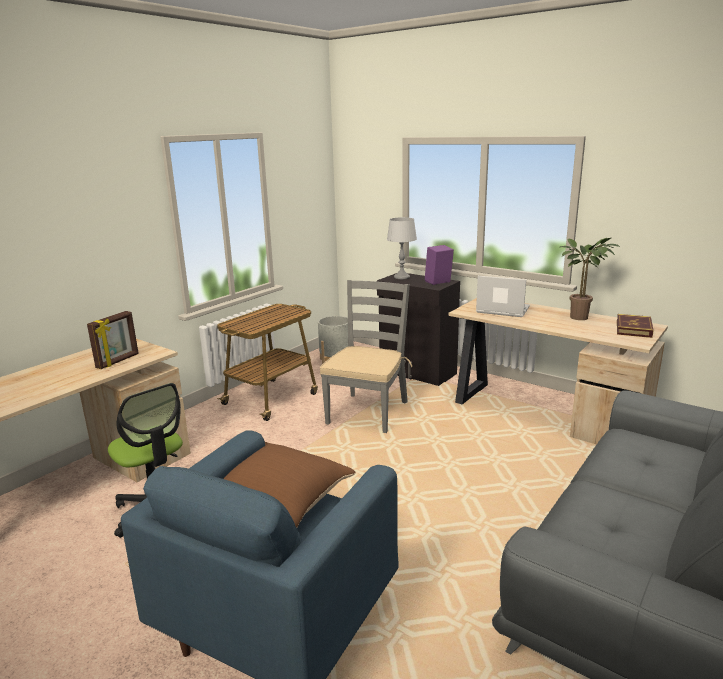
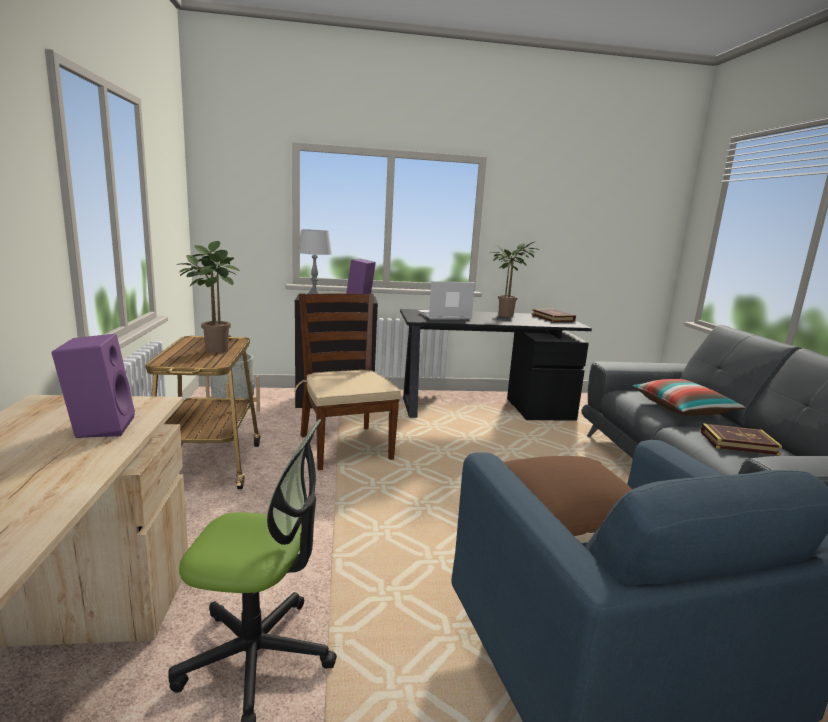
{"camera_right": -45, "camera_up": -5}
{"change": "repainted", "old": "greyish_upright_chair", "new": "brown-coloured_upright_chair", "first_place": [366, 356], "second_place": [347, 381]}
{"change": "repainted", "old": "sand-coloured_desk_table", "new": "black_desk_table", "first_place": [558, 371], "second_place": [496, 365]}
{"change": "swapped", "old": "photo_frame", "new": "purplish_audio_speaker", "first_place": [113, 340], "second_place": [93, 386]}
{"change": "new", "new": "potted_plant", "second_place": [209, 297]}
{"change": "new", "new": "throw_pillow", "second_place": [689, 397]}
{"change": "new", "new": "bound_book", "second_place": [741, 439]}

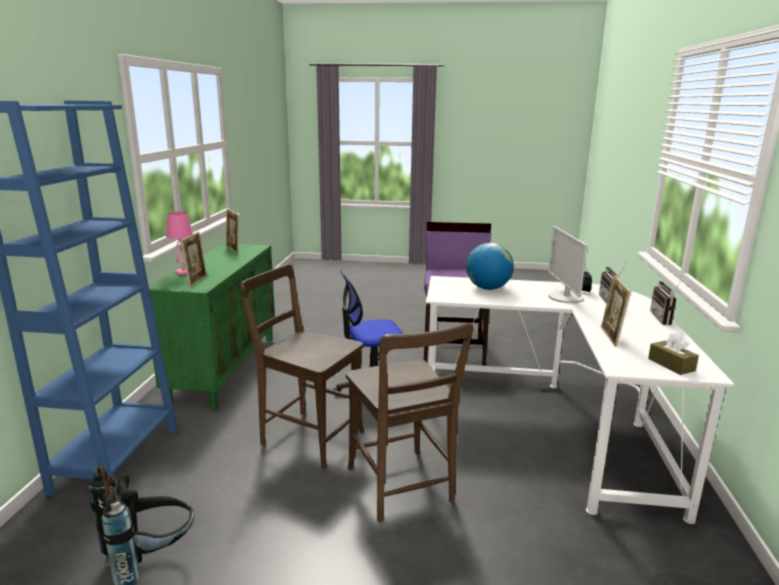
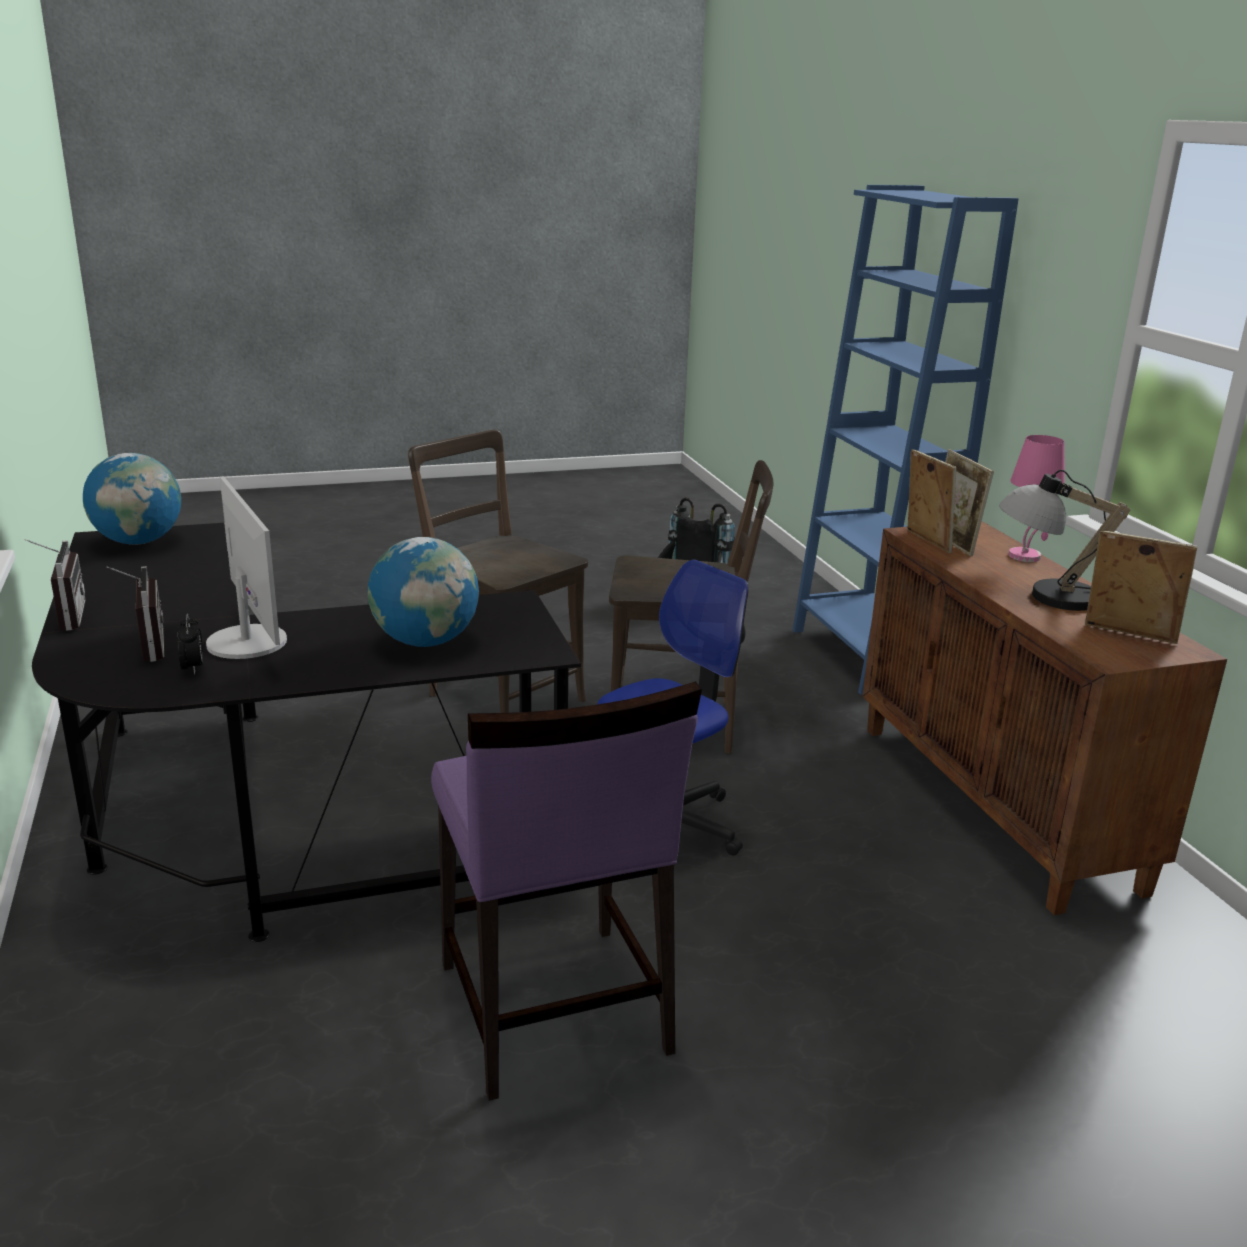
{"camera_right": 155, "camera_up": 5}
{"change": "repainted", "old": "green_storage_cabinet", "new": "brown-coloured_storage_cabinet", "first_place": [212, 326], "second_place": [1044, 718]}
{"change": "shifted", "old": "photo_frame", "first_place": [616, 311], "second_place": [932, 501]}
{"change": "repainted", "old": "whitish_desk_table", "new": "black_desk_table", "first_place": [580, 400], "second_place": [306, 732]}
{"change": "swapped", "old": "brown-coloured_box_of_tissues", "new": "globe", "first_place": [673, 354], "second_place": [132, 499]}
{"change": "new", "new": "lamp_for_a_table", "second_place": [1064, 540]}

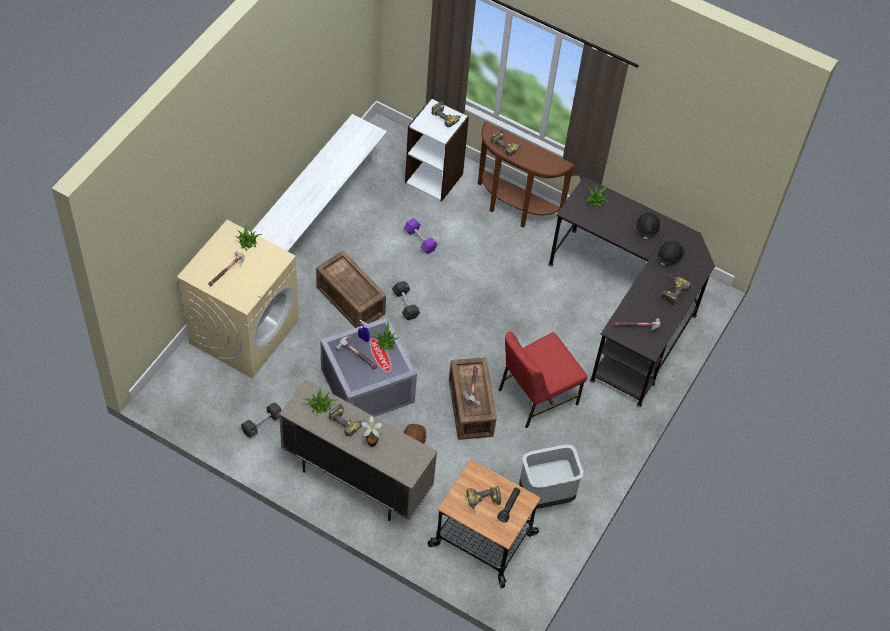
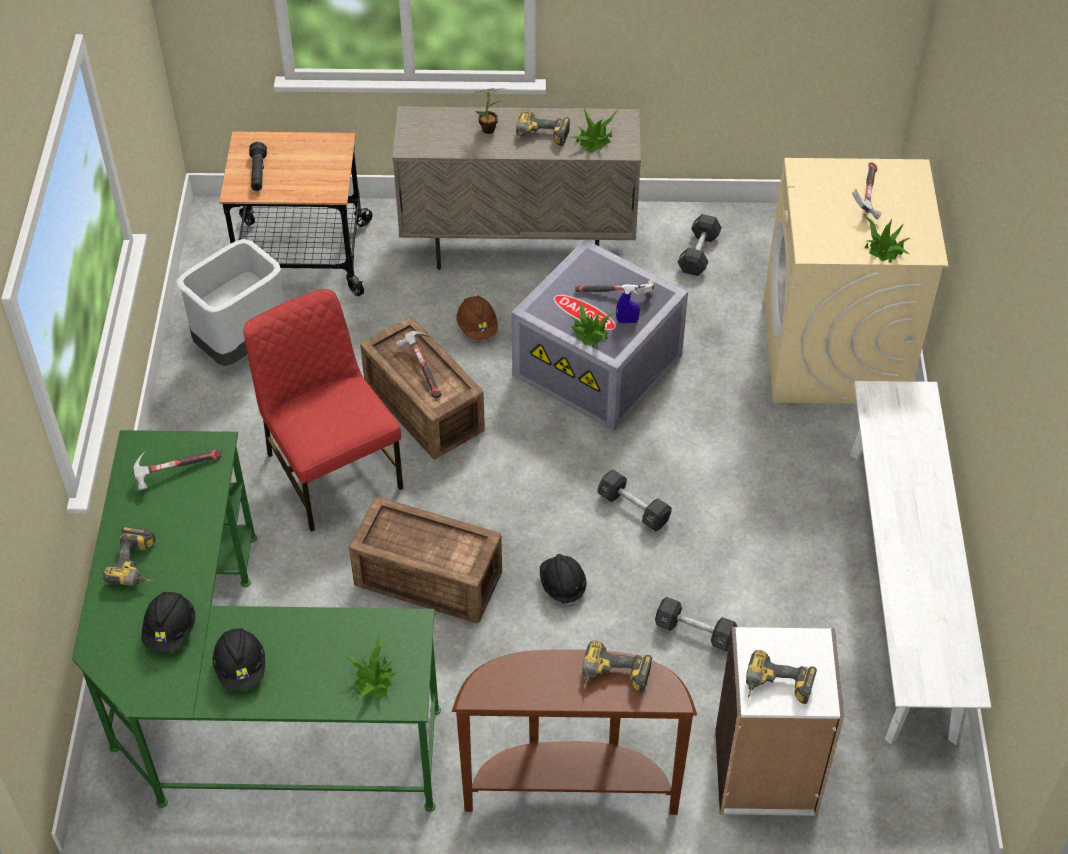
{"camera_right": 155, "camera_up": -5}
{"change": "repainted", "old": "black_desk_table", "new": "green_desk_table", "first_place": [631, 292], "second_place": [256, 621]}
{"change": "repainted", "old": "purplish_free_weight", "new": "black_free_weight", "first_place": [421, 236], "second_place": [696, 624]}
{"change": "shifted", "old": "crate", "first_place": [351, 289], "second_place": [425, 560]}
{"change": "rotated", "old": "reddish_upright_chair", "first_place": [543, 380], "second_place": [323, 410], "degrees": -60}
{"change": "gone", "old": "electric_drill", "first_place": [483, 499]}
{"change": "new", "new": "black_work_helmet", "second_place": [563, 580]}

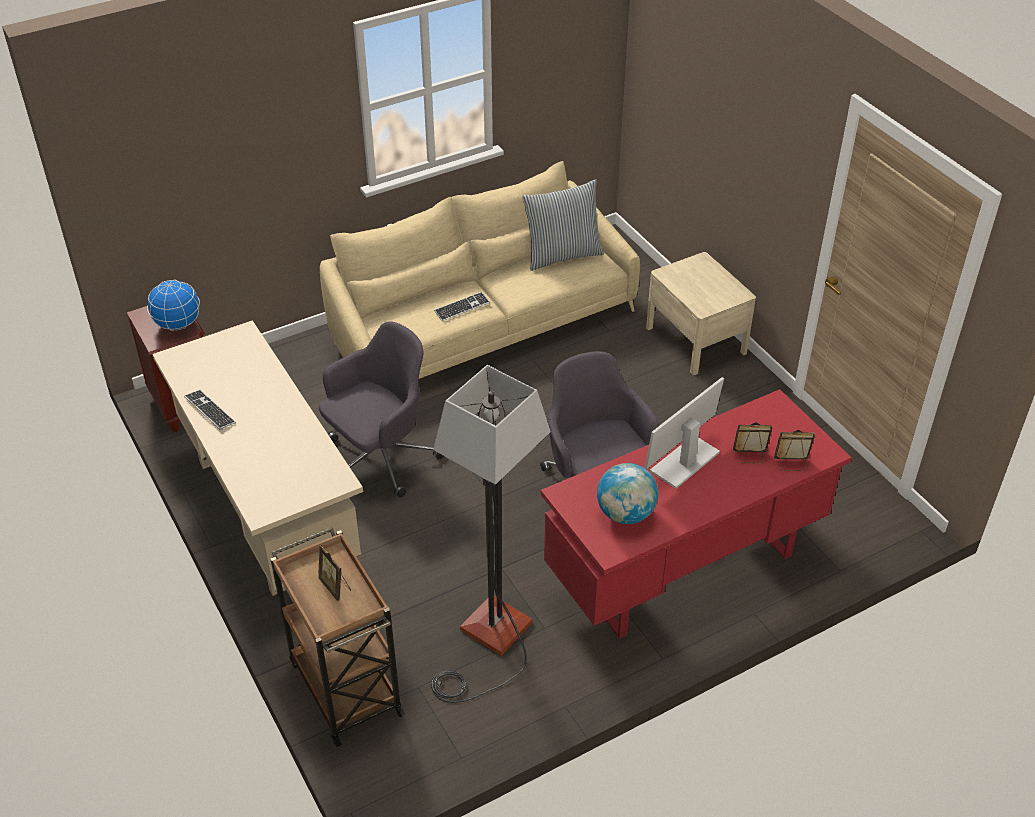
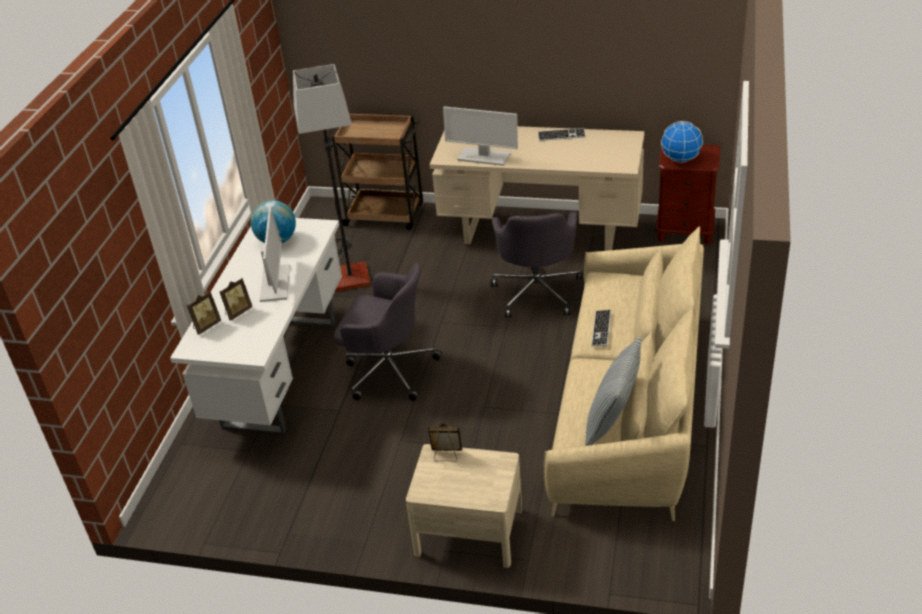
{"camera_right": 135, "camera_up": -5}
{"change": "repainted", "old": "reddish_desk_table", "new": "whitish_desk_table", "first_place": [696, 514], "second_place": [256, 326]}
{"change": "shifted", "old": "photo_frame", "first_place": [334, 573], "second_place": [445, 443]}
{"change": "new", "new": "computer_display", "second_place": [480, 136]}

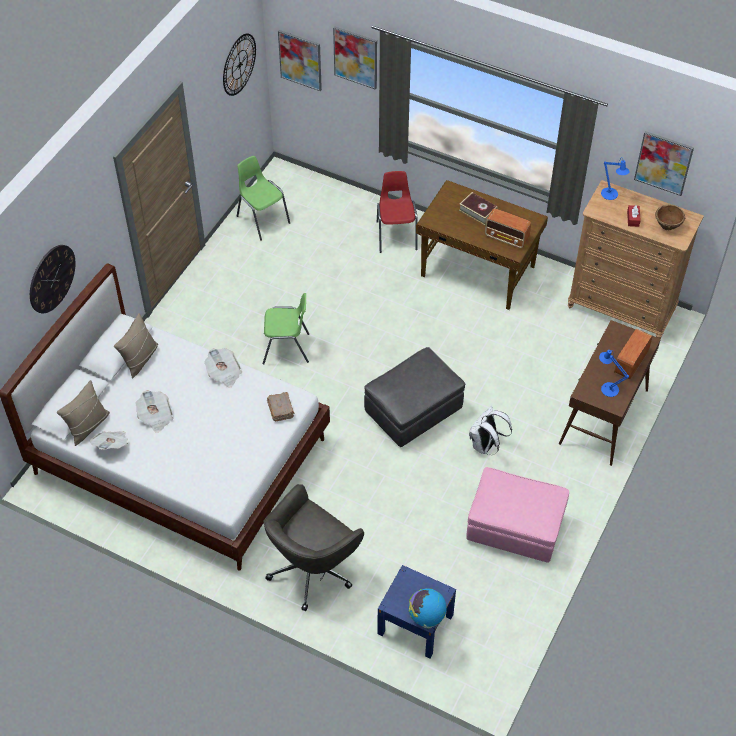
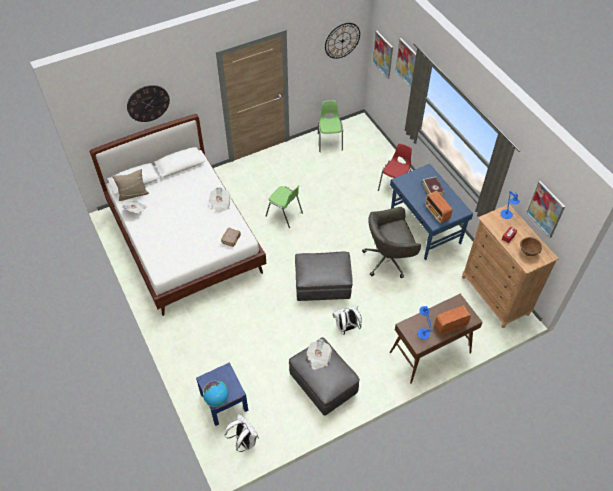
{"camera_right": 35, "camera_up": 0}
{"change": "repainted", "old": "brown-coloured_desk_table", "new": "blue-coloured_desk_table", "first_place": [482, 245], "second_place": [431, 212]}
{"change": "gone", "old": "sand-coloured_throw_pillow", "first_place": [136, 345]}
{"change": "shifted", "old": "newspaper", "first_place": [154, 411], "second_place": [319, 354]}
{"change": "repainted", "old": "pink-coloured_ottoman", "new": "greyish_ottoman", "first_place": [517, 515], "second_place": [324, 376]}
{"change": "shifted", "old": "greyish_desk_chair", "first_place": [314, 547], "second_place": [391, 242]}
{"change": "new", "new": "whitish_rucksack", "second_place": [241, 433]}

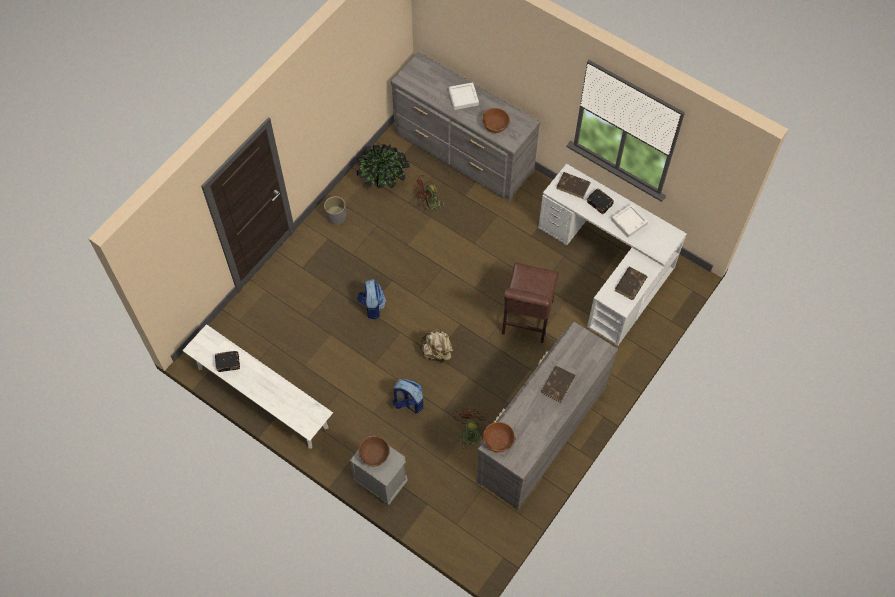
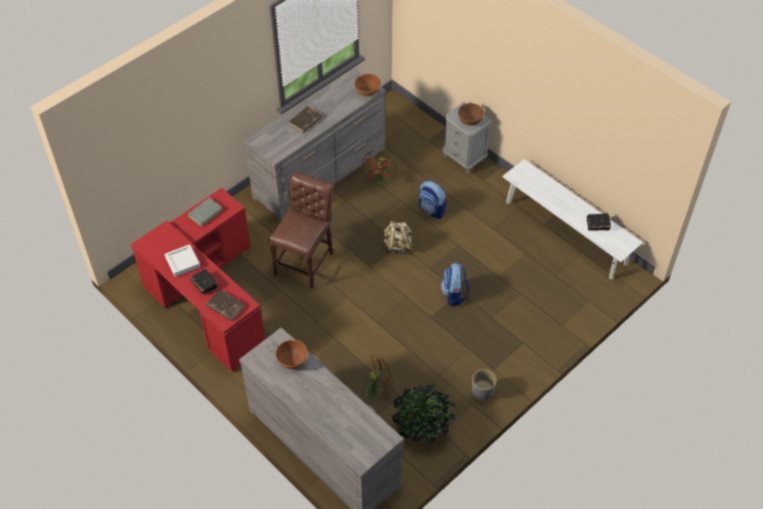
{"camera_right": -170, "camera_up": -10}
{"change": "gone", "old": "whitish_carrying_tray", "first_place": [464, 96]}
{"change": "repainted", "old": "whitish_desk_table", "new": "reddish_desk_table", "first_place": [612, 255], "second_place": [198, 280]}
{"change": "repainted", "old": "brown-coloured_bound_book", "new": "greyish_bound_book", "first_place": [631, 283], "second_place": [205, 212]}

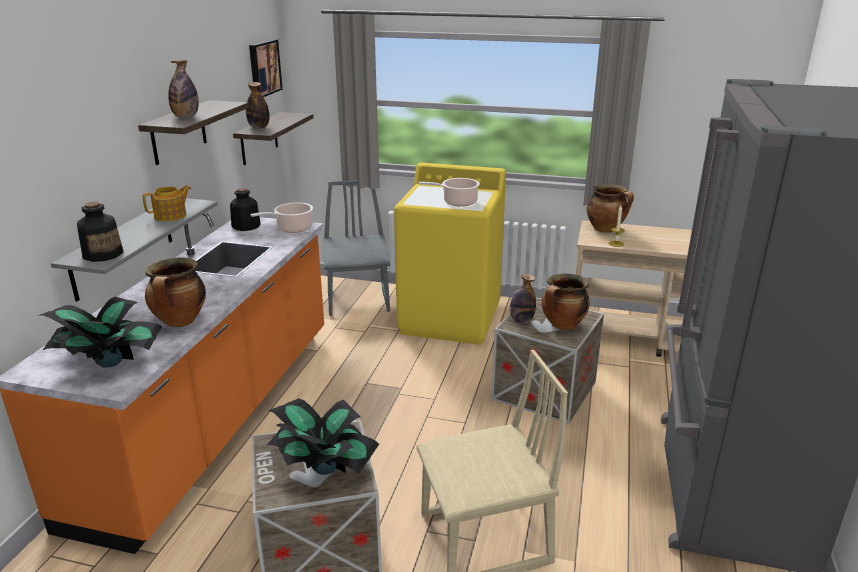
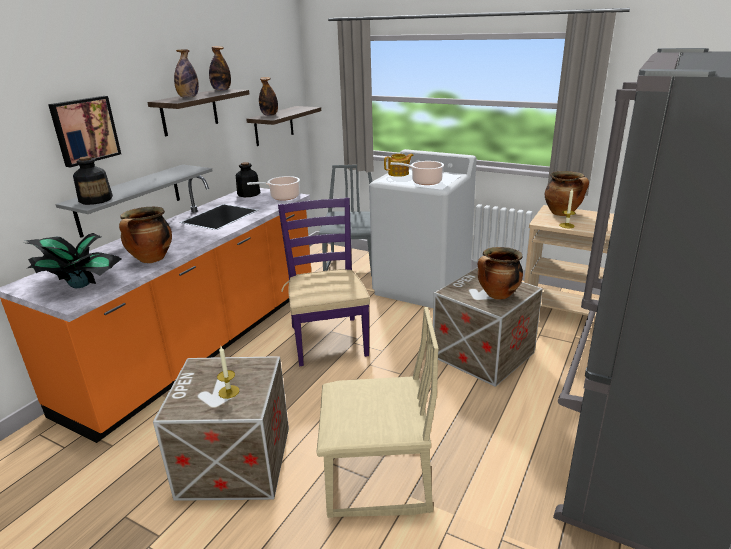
{"camera_right": 15, "camera_up": 0}
{"change": "shifted", "old": "wall_picture", "first_place": [266, 68], "second_place": [84, 132]}
{"change": "repainted", "old": "yellow-coloured_laundry_appliance", "new": "whitish_laundry_appliance", "first_place": [450, 254], "second_place": [423, 228]}
{"change": "shifted", "old": "pot_for_tea", "first_place": [167, 203], "second_place": [399, 165]}
{"change": "shifted", "old": "beverage_bottle", "first_place": [523, 298], "second_place": [220, 68]}
{"change": "swapped", "old": "potted_plant", "new": "wax_candle", "first_place": [323, 436], "second_place": [228, 372]}
{"change": "new", "new": "purplish_upright_chair", "second_place": [324, 282]}

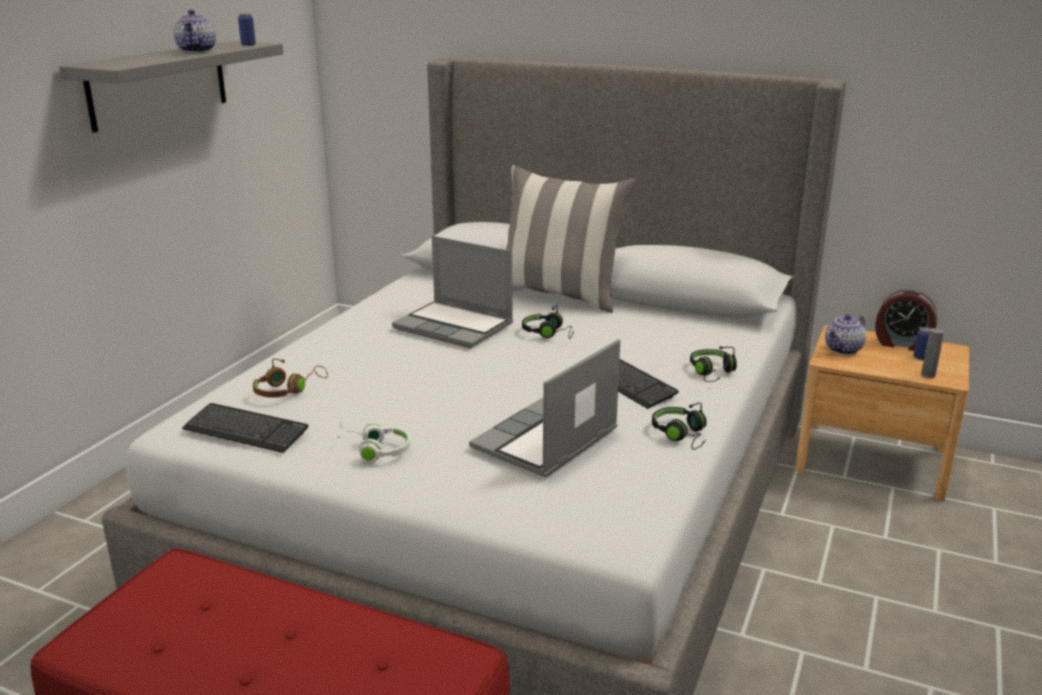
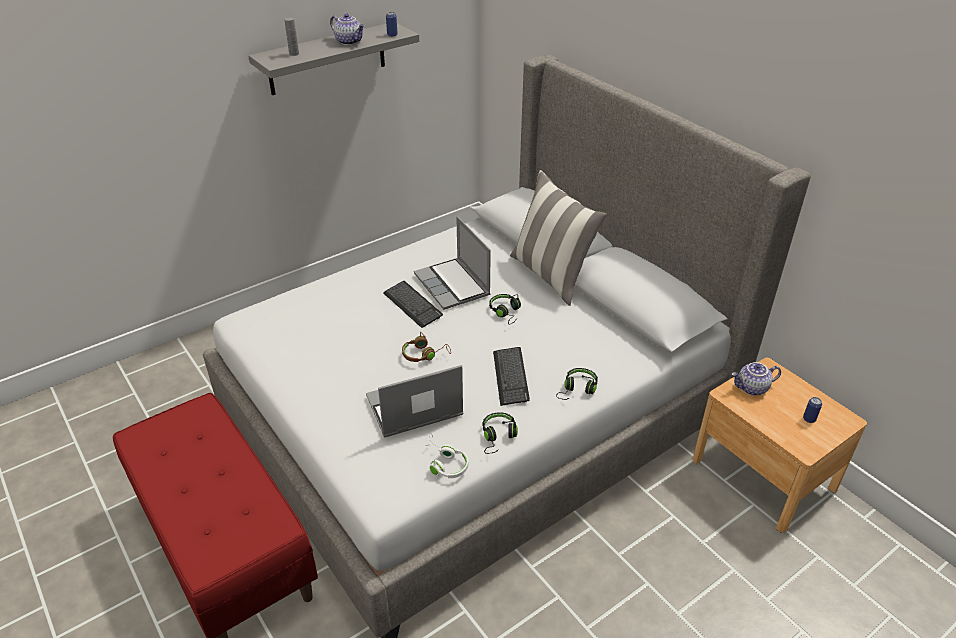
{"camera_right": 30, "camera_up": 15}
{"change": "rotated", "old": "pot_for_tea", "first_place": [195, 31], "second_place": [347, 29], "degrees": -75}
{"change": "gone", "old": "bedside_clock", "first_place": [906, 320]}
{"change": "shifted", "old": "greyish_beverage_bottle", "first_place": [932, 353], "second_place": [291, 37]}
{"change": "shifted", "old": "brown-coloured_pair_of_headphones", "first_place": [290, 378], "second_place": [426, 347]}
{"change": "shifted", "old": "computer_keyboard", "first_place": [245, 428], "second_place": [413, 304]}
{"change": "shifted", "old": "whitish_pair_of_headphones", "first_place": [374, 442], "second_place": [447, 456]}

